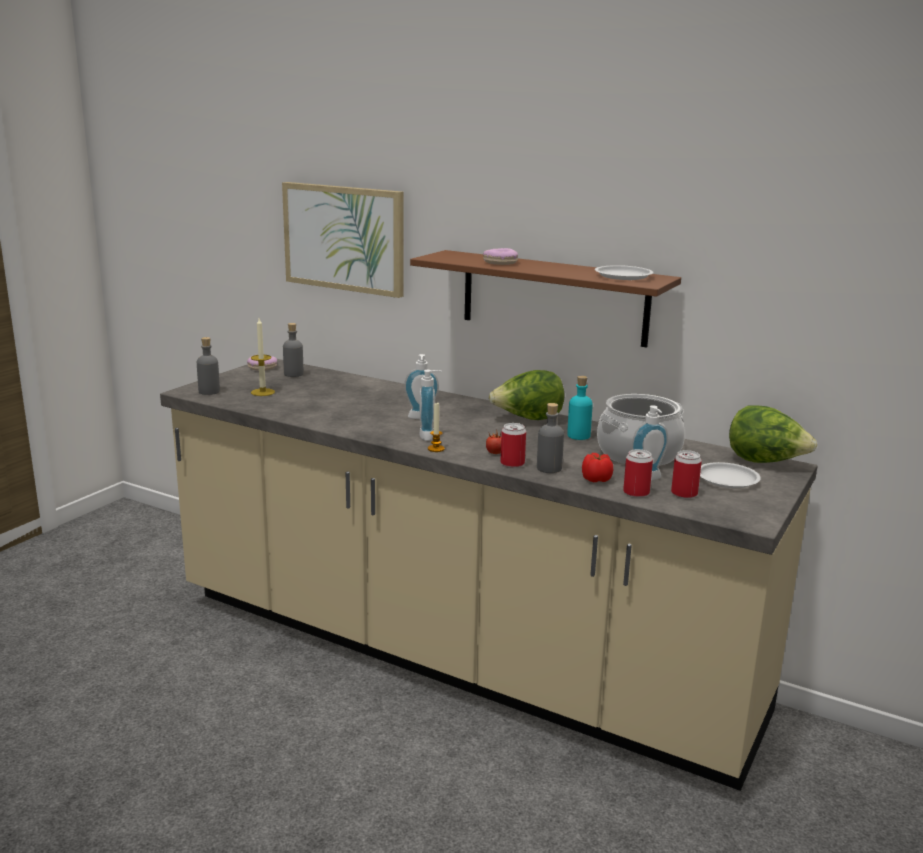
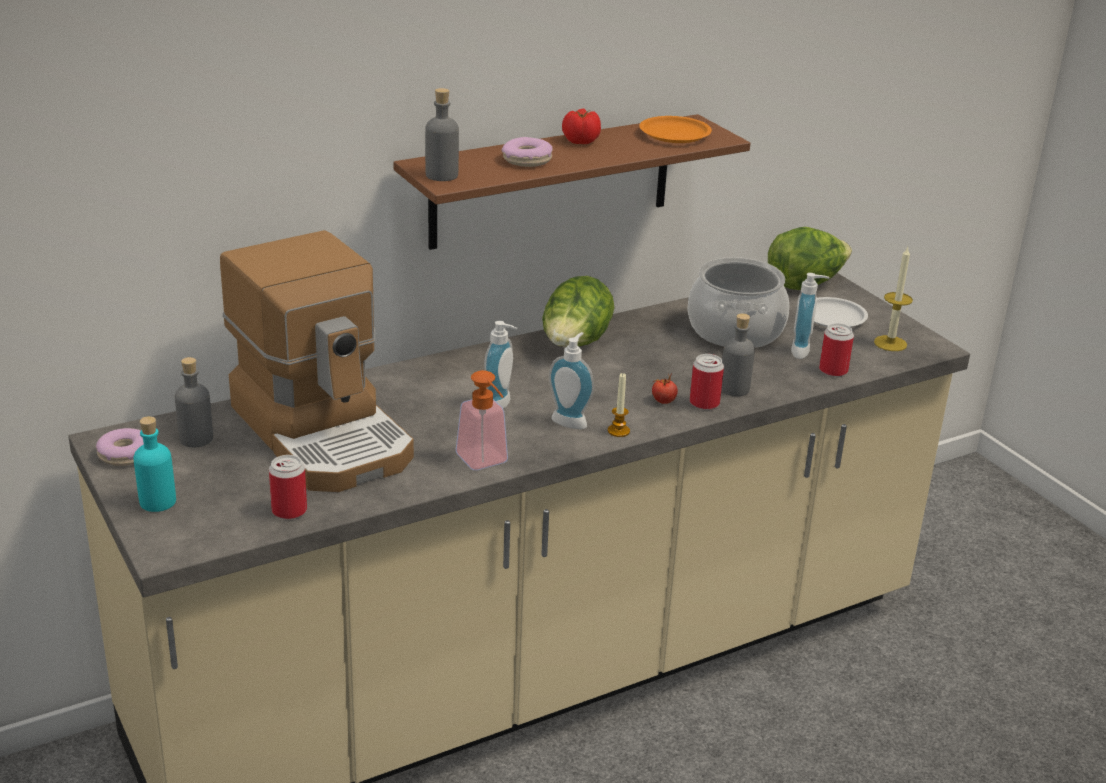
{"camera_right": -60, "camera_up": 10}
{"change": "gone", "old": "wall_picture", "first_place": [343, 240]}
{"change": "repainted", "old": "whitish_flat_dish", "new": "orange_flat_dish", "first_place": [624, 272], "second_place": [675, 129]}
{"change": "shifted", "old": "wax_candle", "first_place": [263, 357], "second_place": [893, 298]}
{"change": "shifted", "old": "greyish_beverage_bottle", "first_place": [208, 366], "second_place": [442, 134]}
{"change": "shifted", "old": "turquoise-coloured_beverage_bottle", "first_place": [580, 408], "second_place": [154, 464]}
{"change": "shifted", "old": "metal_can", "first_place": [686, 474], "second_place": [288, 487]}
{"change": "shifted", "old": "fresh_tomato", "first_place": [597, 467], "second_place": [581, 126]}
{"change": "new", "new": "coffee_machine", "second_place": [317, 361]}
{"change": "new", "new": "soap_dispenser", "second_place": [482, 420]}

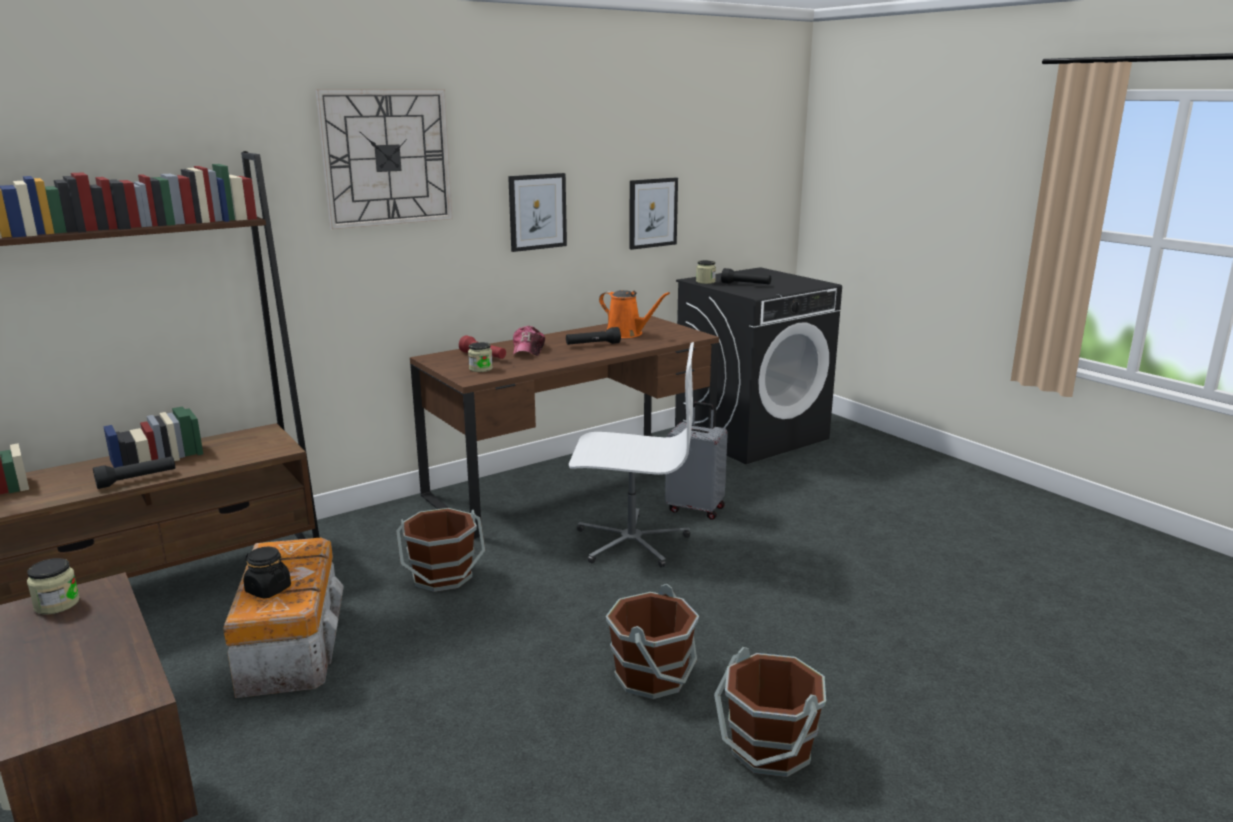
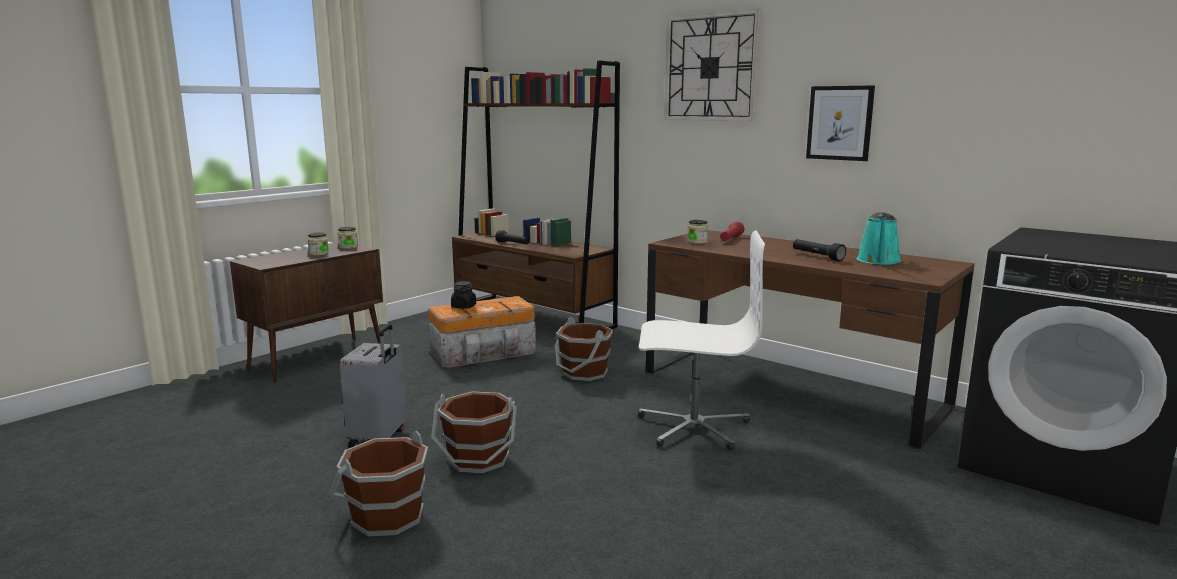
{"camera_right": 75, "camera_up": -5}
{"change": "gone", "old": "wall_picture", "first_place": [653, 213]}
{"change": "shifted", "old": "preserve_jar", "first_place": [706, 272], "second_place": [318, 244]}
{"change": "gone", "old": "black_hand_torch", "first_place": [746, 276]}
{"change": "repainted", "old": "orange_sprinkling_can", "new": "turquoise-coloured_sprinkling_can", "first_place": [634, 314], "second_place": [879, 238]}
{"change": "gone", "old": "peaked_cap", "first_place": [529, 341]}
{"change": "rotated", "old": "whitish_desk_chair", "first_place": [631, 455], "second_place": [701, 340], "degrees": -75}
{"change": "shifted", "old": "greyish_suitcase", "first_place": [696, 461], "second_place": [373, 386]}

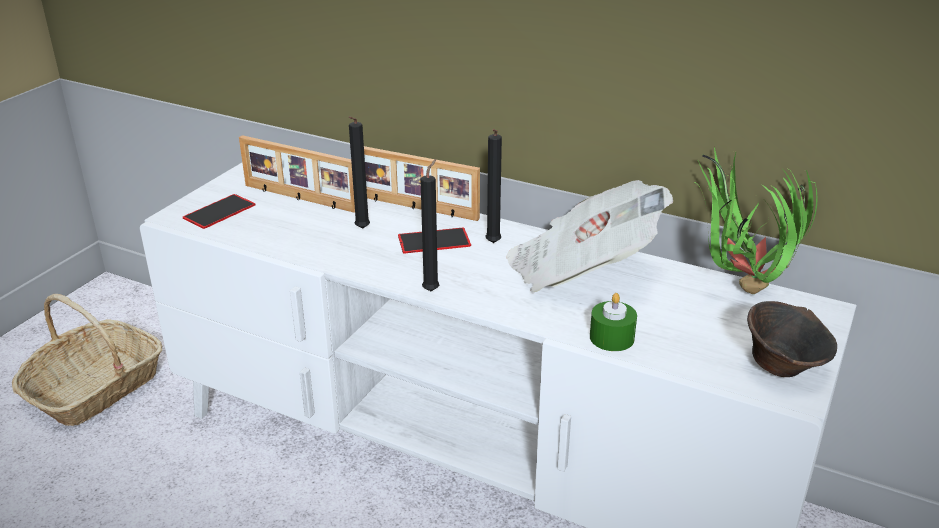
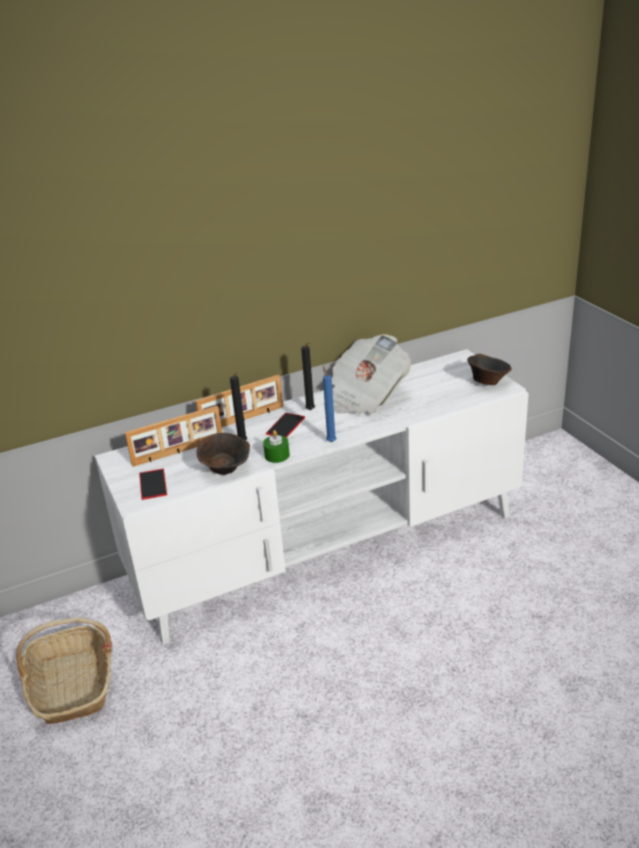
{"camera_right": -50, "camera_up": 0}
{"change": "gone", "old": "potted_plant", "first_place": [755, 220]}
{"change": "repainted", "old": "black_wax_candle", "new": "blue-coloured_wax_candle", "first_place": [429, 225], "second_place": [329, 403]}
{"change": "shifted", "old": "green_wax_candle", "first_place": [613, 322], "second_place": [276, 446]}
{"change": "new", "new": "brown-coloured_serving_bowl", "second_place": [223, 454]}

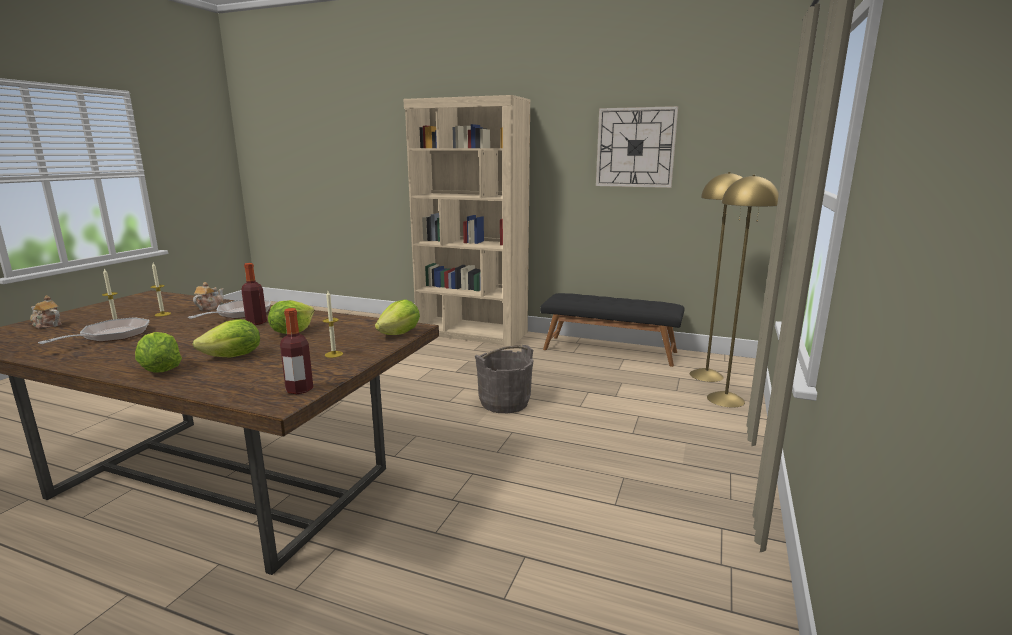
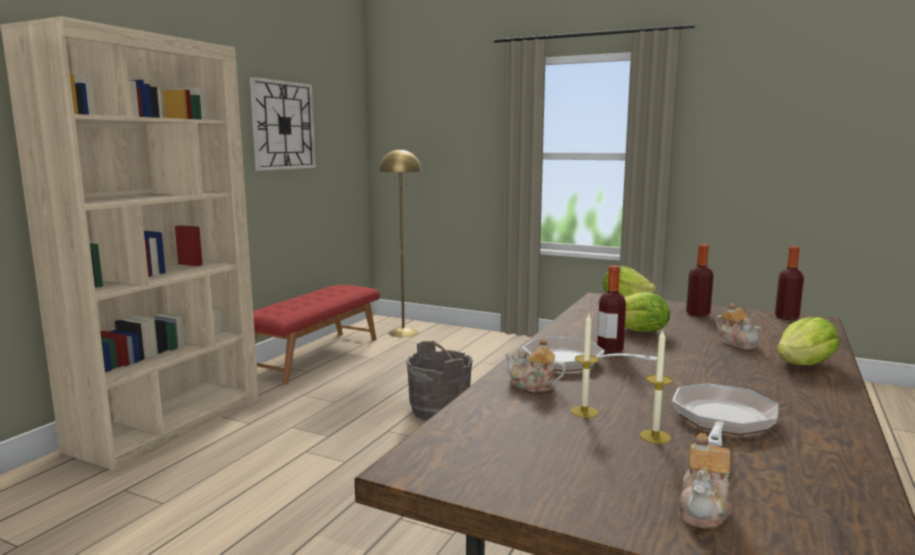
{"camera_right": -85, "camera_up": -5}
{"change": "gone", "old": "yellow-coloured_floor_lamp", "first_place": [743, 291]}
{"change": "swapped", "old": "wax_candle", "new": "beverage_bottle", "first_place": [333, 324], "second_place": [699, 280]}
{"change": "repainted", "old": "black_long_seat", "new": "reddish_long_seat", "first_place": [612, 330], "second_place": [316, 334]}
{"change": "rotated", "old": "frying_pan", "first_place": [93, 330], "second_place": [725, 414], "degrees": 90}
{"change": "swapped", "old": "head_of_lettuce", "new": "pot_for_tea", "first_place": [226, 338], "second_place": [738, 326]}

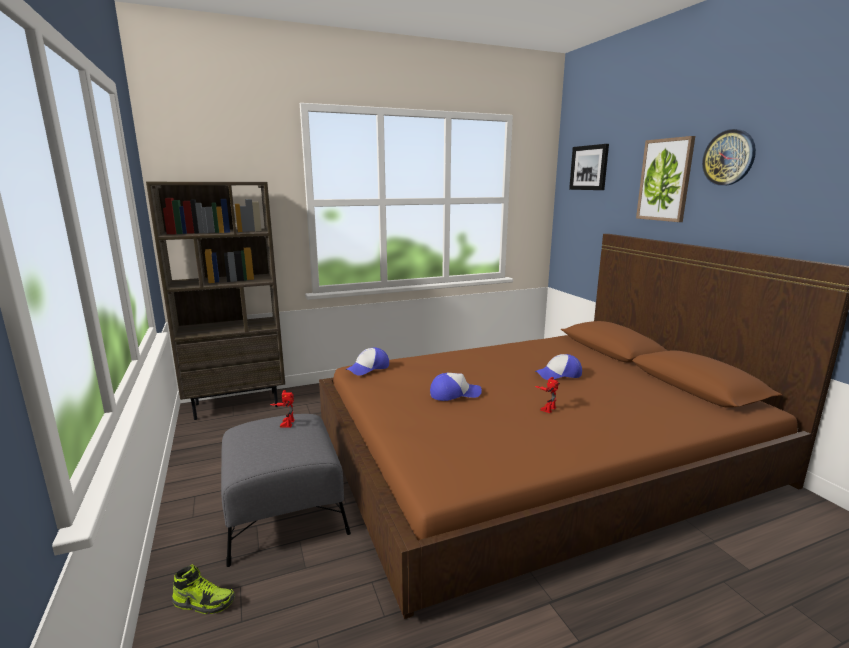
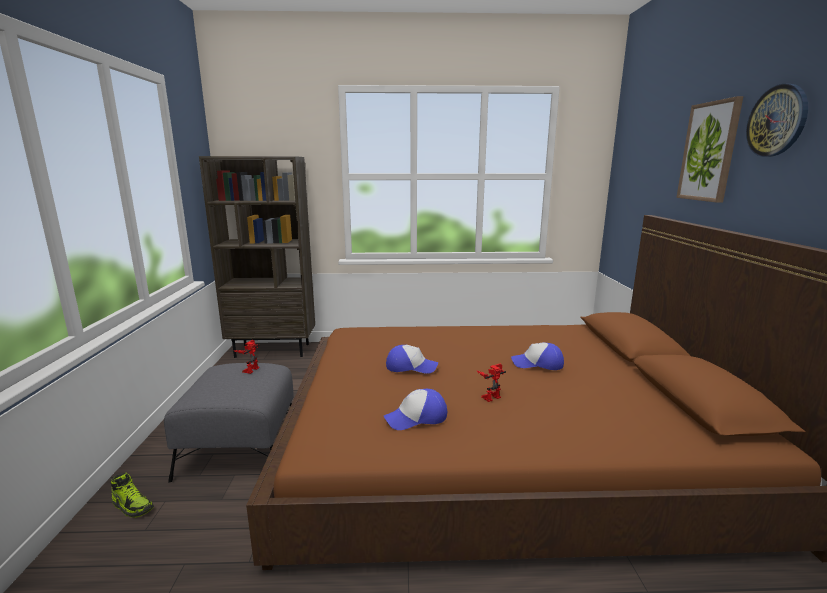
{"camera_right": 20, "camera_up": 0}
{"change": "gone", "old": "wall_picture", "first_place": [589, 167]}
{"change": "shifted", "old": "peaked_cap", "first_place": [367, 362], "second_place": [415, 409]}

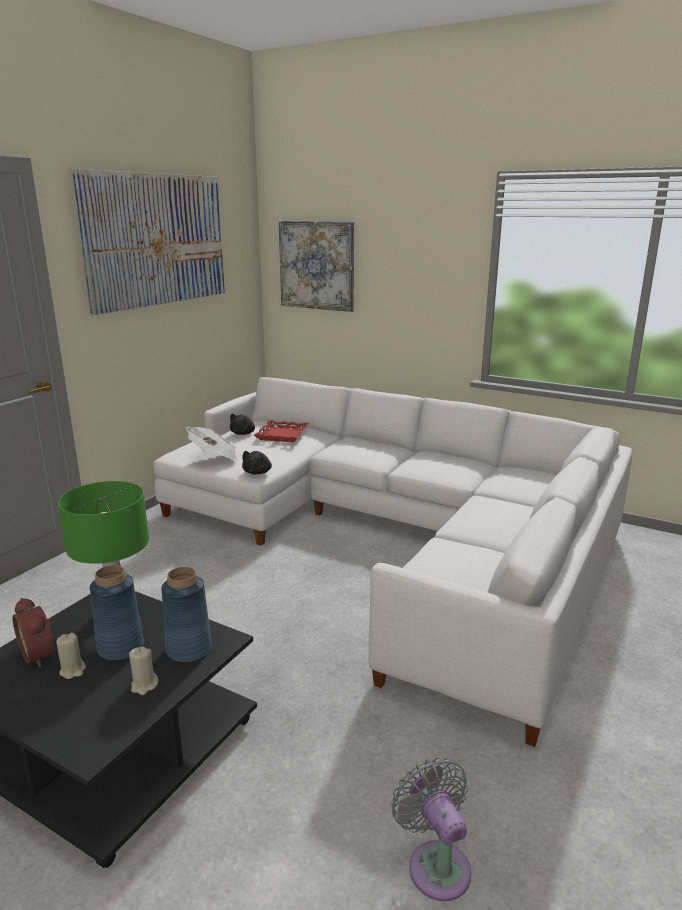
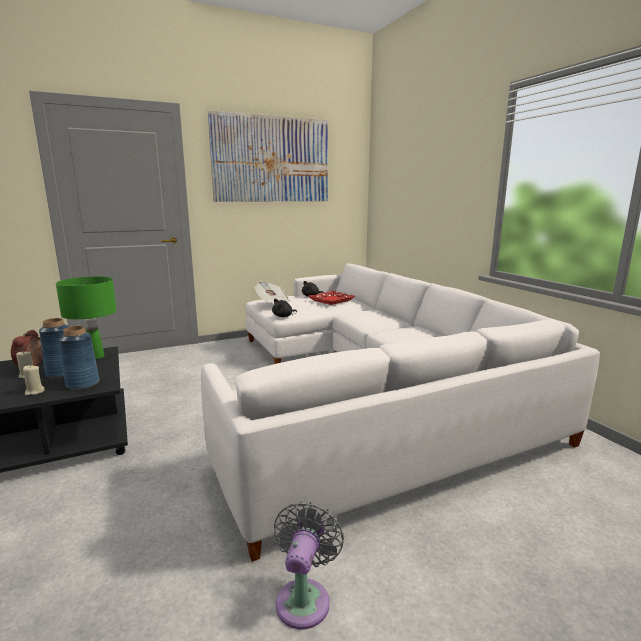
{"camera_right": 35, "camera_up": -5}
{"change": "gone", "old": "wall_picture", "first_place": [316, 266]}
{"change": "shifted", "old": "greyish_cooling_fan", "first_place": [431, 829], "second_place": [309, 565]}

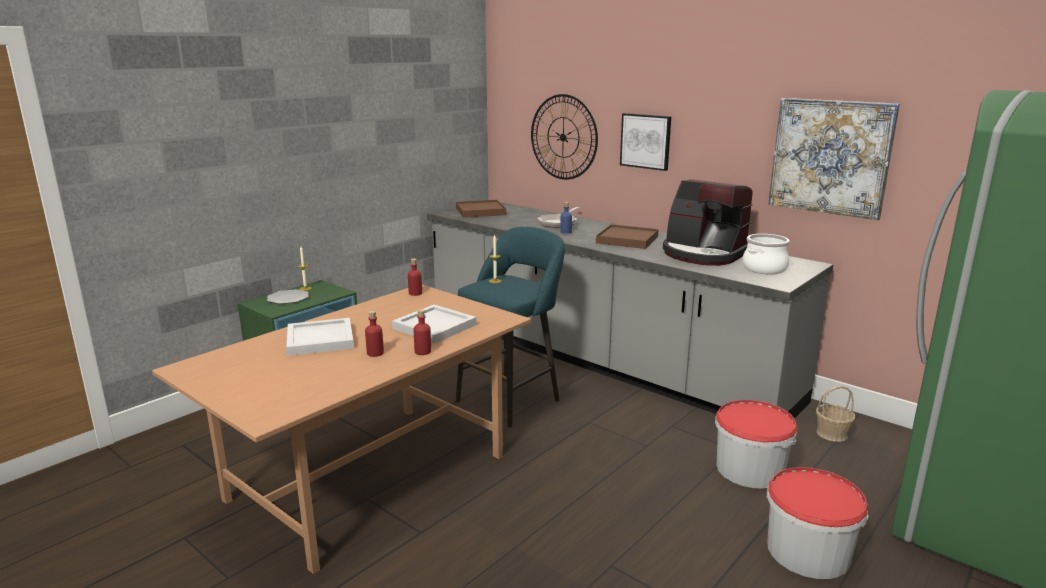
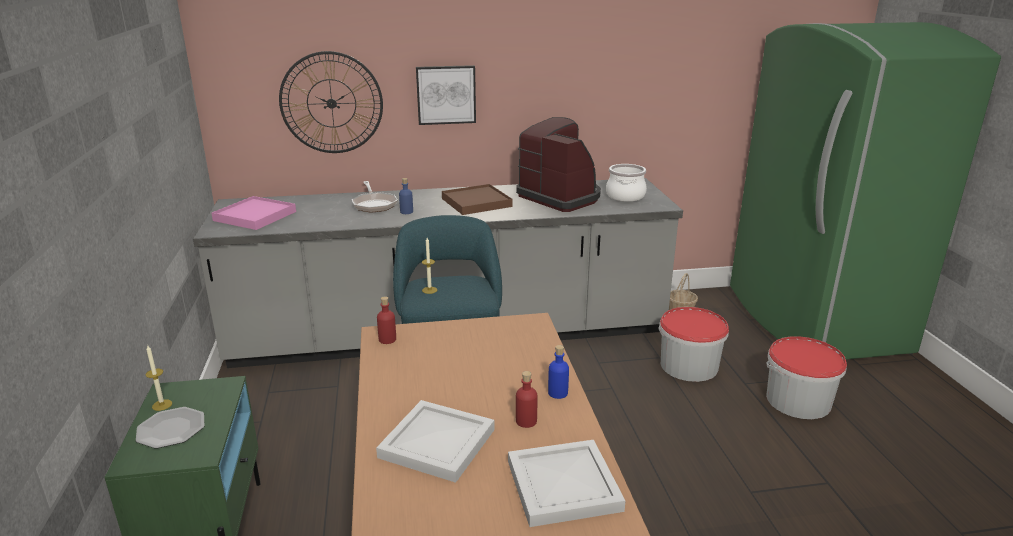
{"camera_right": -50, "camera_up": 5}
{"change": "gone", "old": "wall_picture", "first_place": [834, 159]}
{"change": "rotated", "old": "coffee_machine", "first_place": [708, 222], "second_place": [558, 164], "degrees": -120}
{"change": "repainted", "old": "brown-coloured_carrying_tray", "new": "pink-coloured_carrying_tray", "first_place": [481, 209], "second_place": [253, 213]}
{"change": "shifted", "old": "whitish_carrying_tray", "first_place": [434, 324], "second_place": [566, 483]}
{"change": "repainted", "old": "reddish_beverage_bottle", "new": "blue-coloured_beverage_bottle", "first_place": [422, 332], "second_place": [558, 372]}

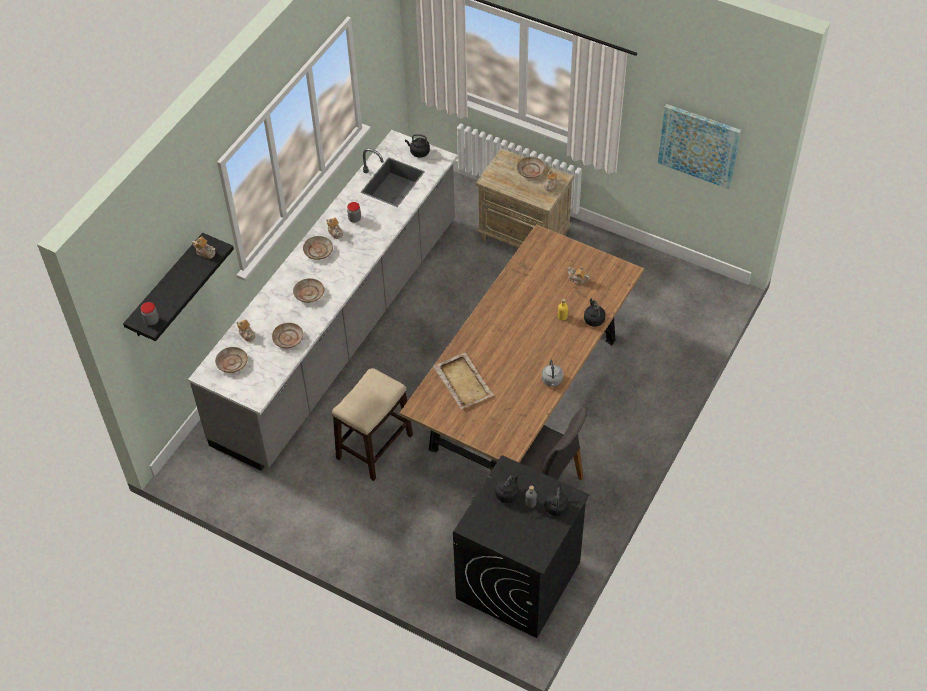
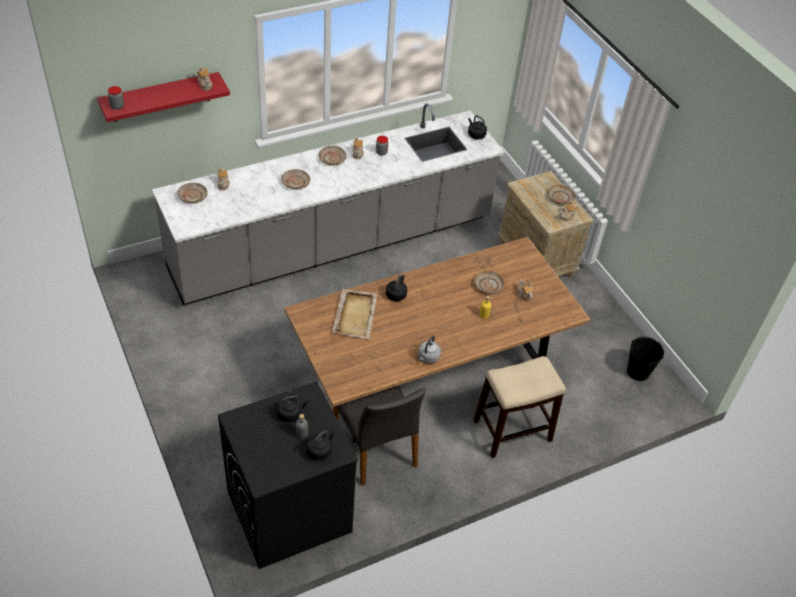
{"camera_right": 30, "camera_up": -5}
{"change": "gone", "old": "wall_picture", "first_place": [699, 146]}
{"change": "repainted", "old": "black_wall_shelf", "new": "reddish_wall_shelf", "first_place": [178, 287], "second_place": [163, 97]}
{"change": "shifted", "old": "black_water_kettle", "first_place": [595, 312], "second_place": [396, 288]}
{"change": "shifted", "old": "sand-coloured_flat_dish", "first_place": [287, 335], "second_place": [489, 282]}
{"change": "shifted", "old": "sitting_stool", "first_place": [372, 424], "second_place": [519, 407]}
{"change": "new", "new": "black_bucket", "second_place": [645, 358]}

